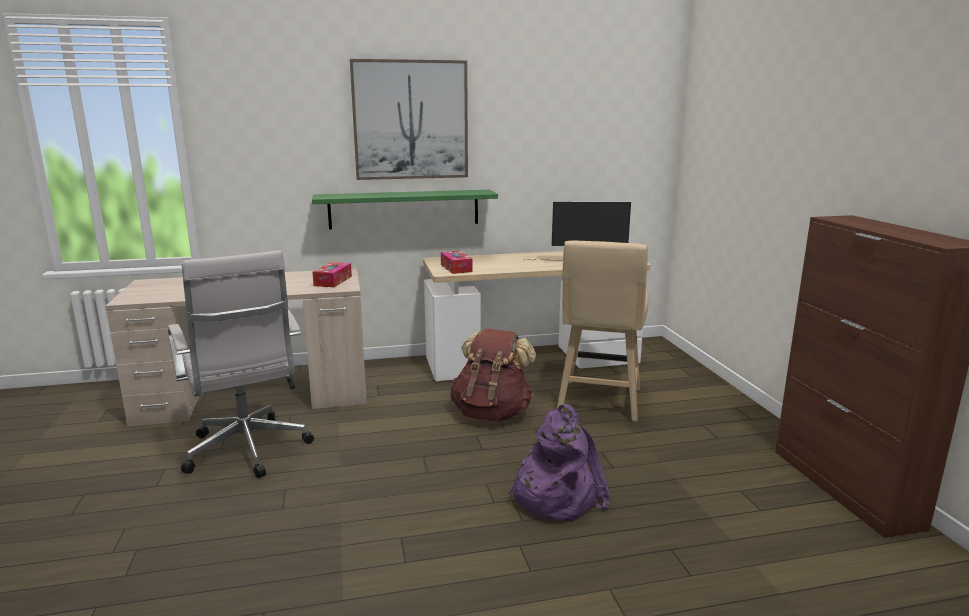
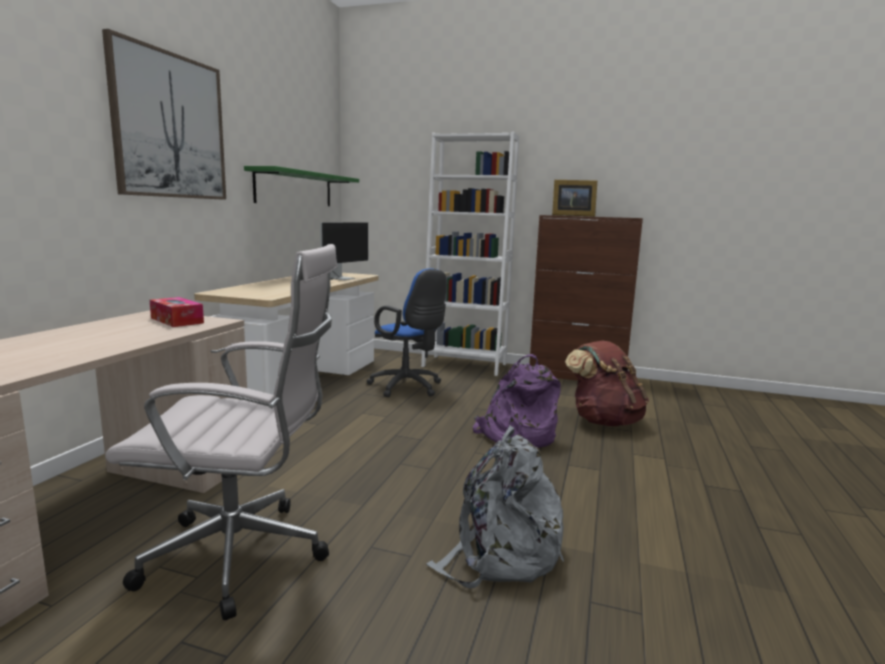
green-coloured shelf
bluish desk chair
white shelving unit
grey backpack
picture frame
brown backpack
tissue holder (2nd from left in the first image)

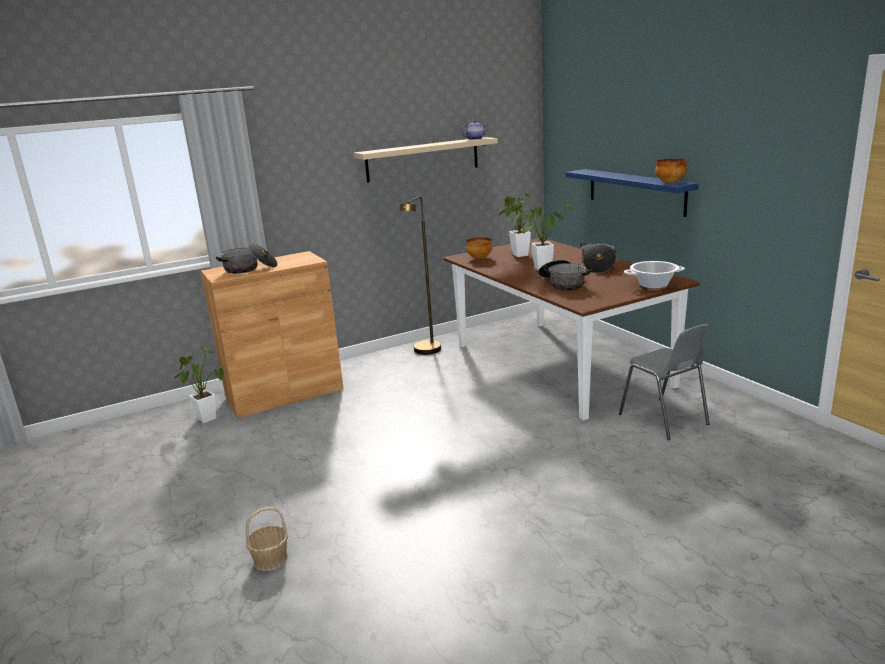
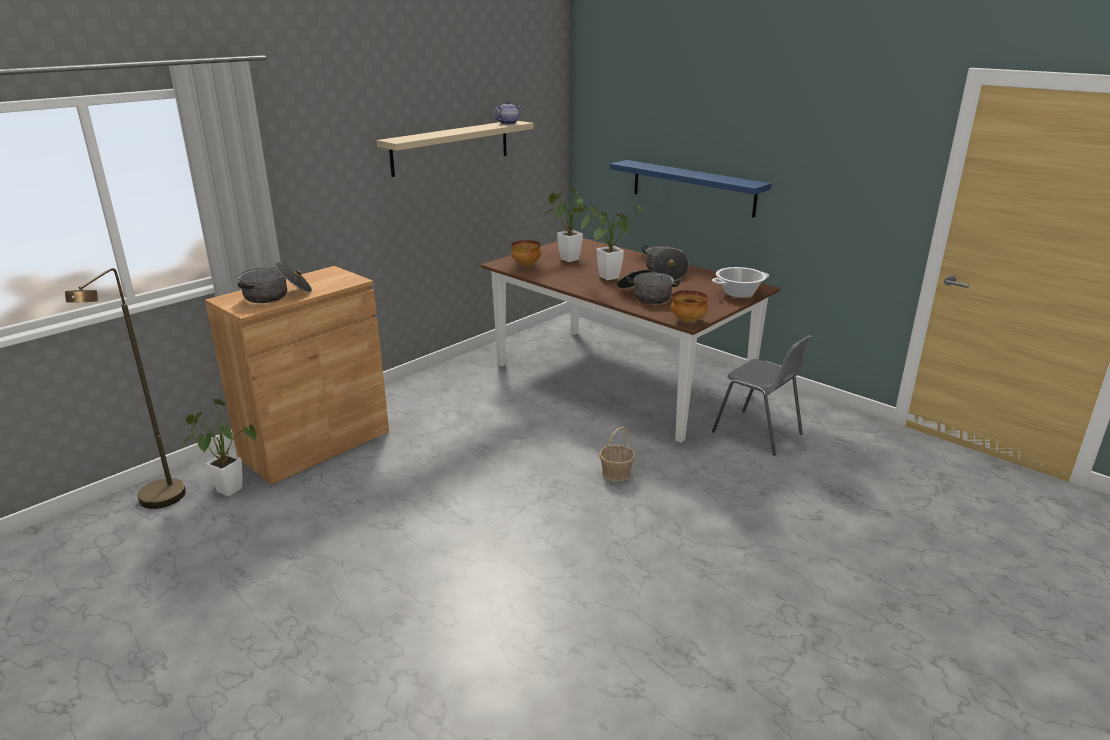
brown floor lamp
household basket
serving bowl (2nd from left)

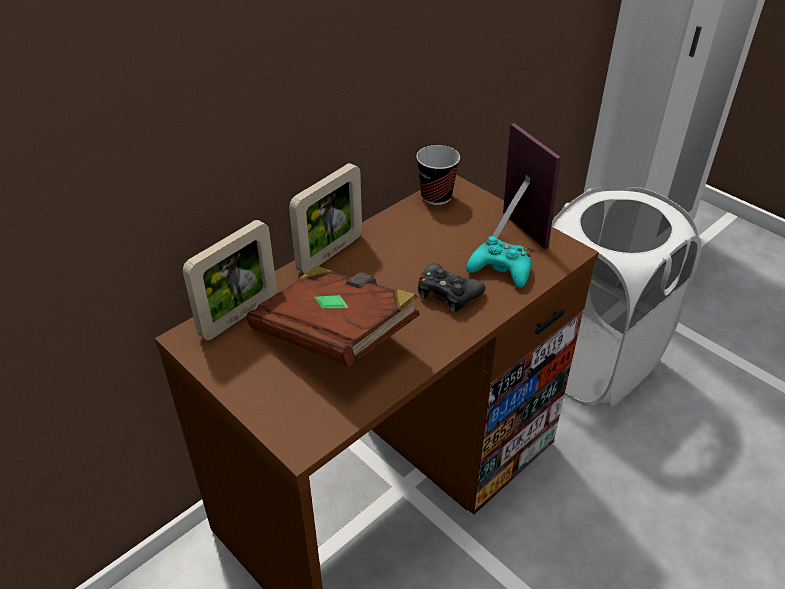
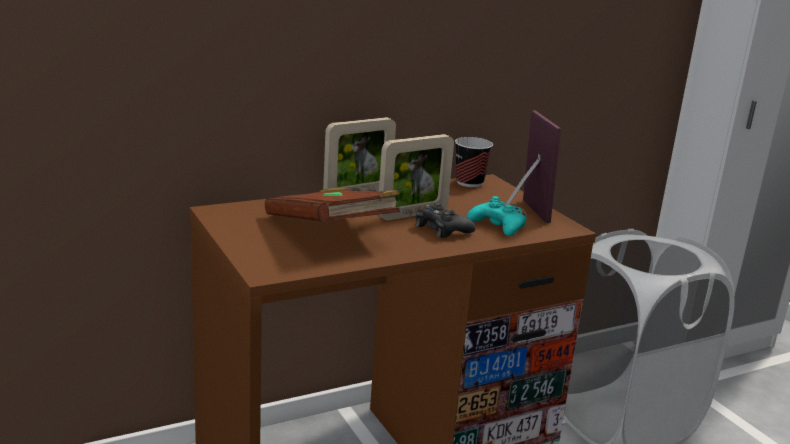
picture frame (2nd from left)

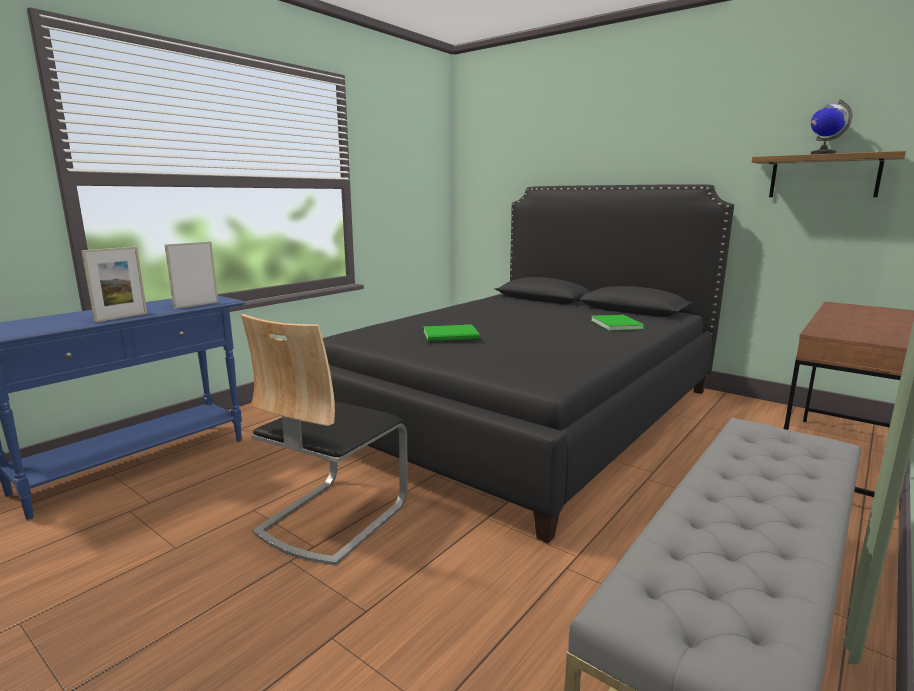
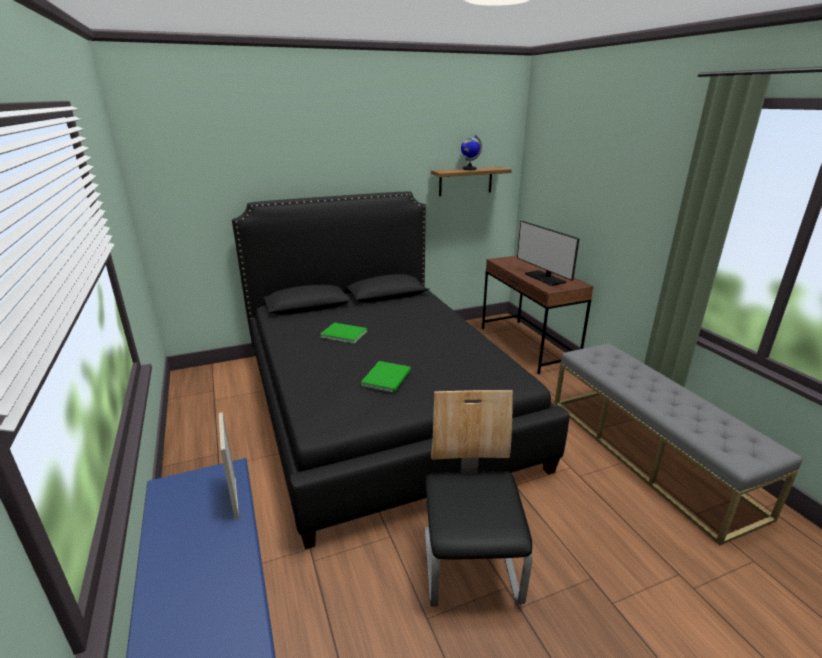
green-coloured volume (1st from left)
chair
monitor
picture frame (1st from left in the first image)

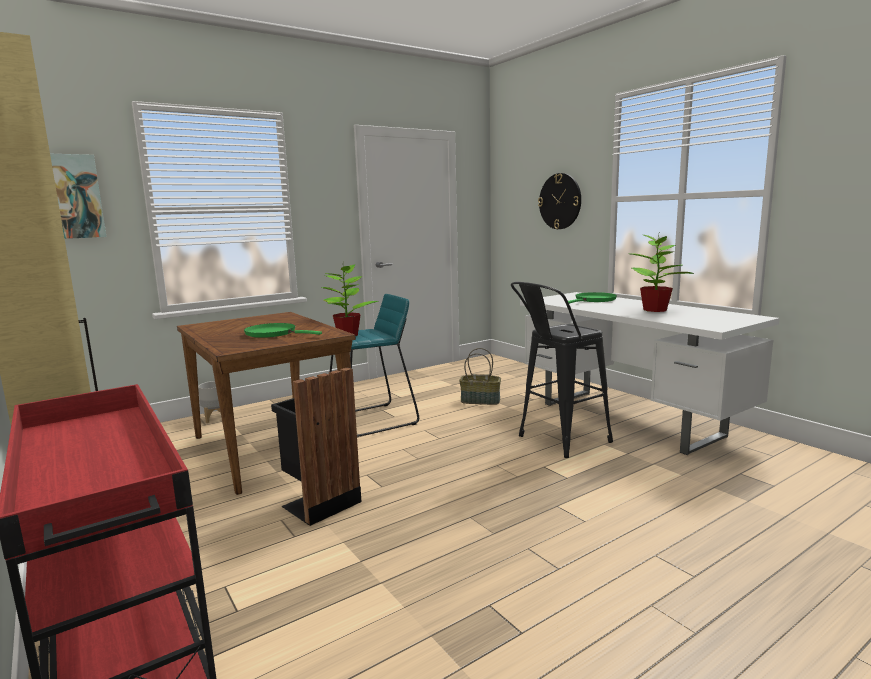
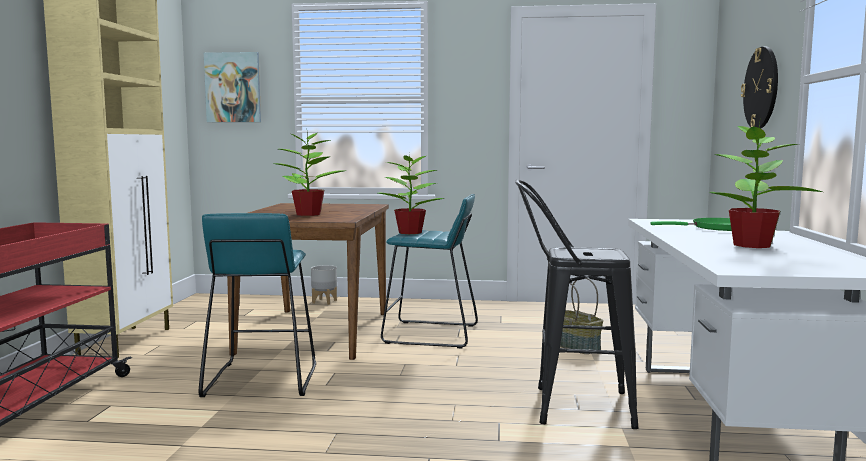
blue-green stool seat (1st from left)
houseplant (1st from left)

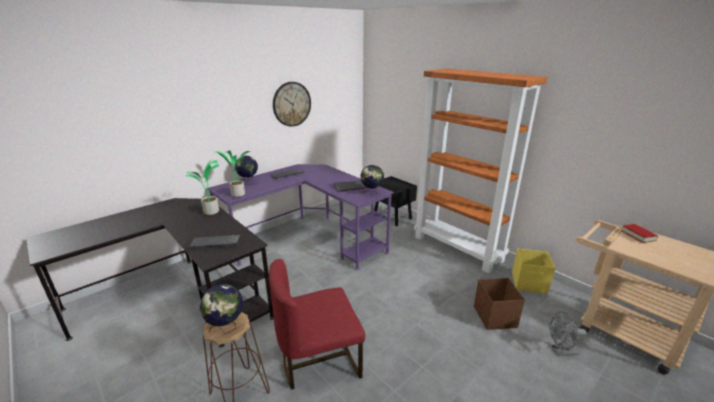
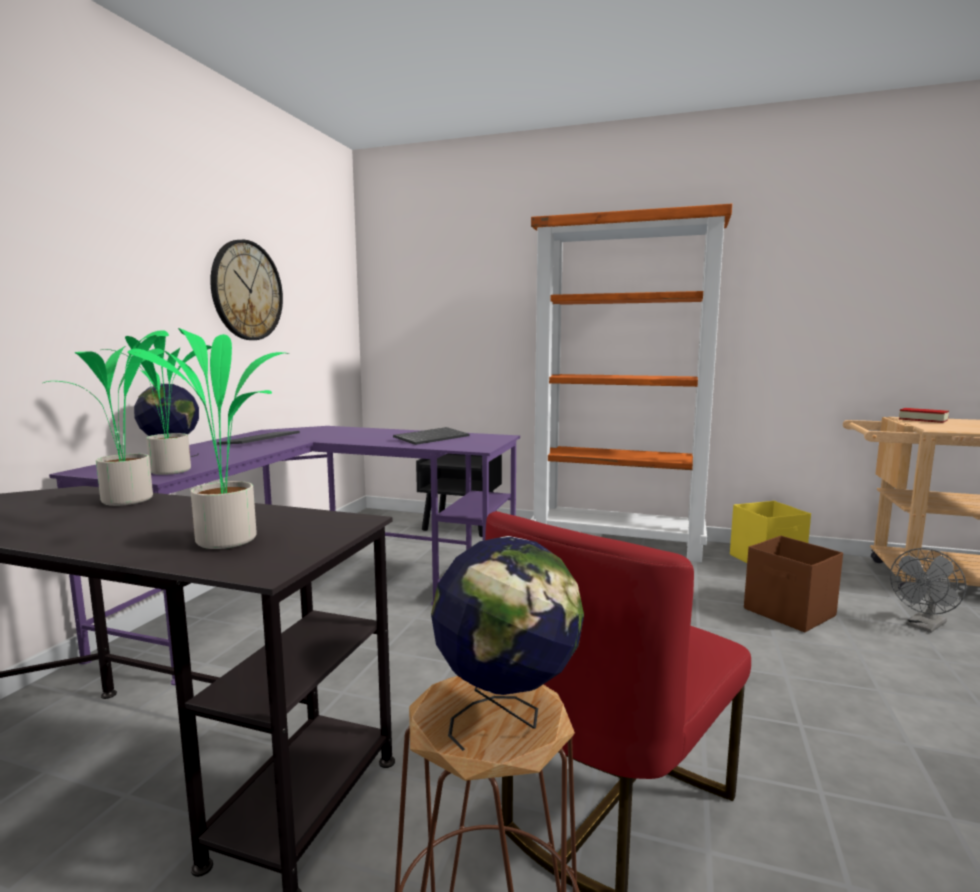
houseplant (3rd from left)
globe (3rd from left in the first image)

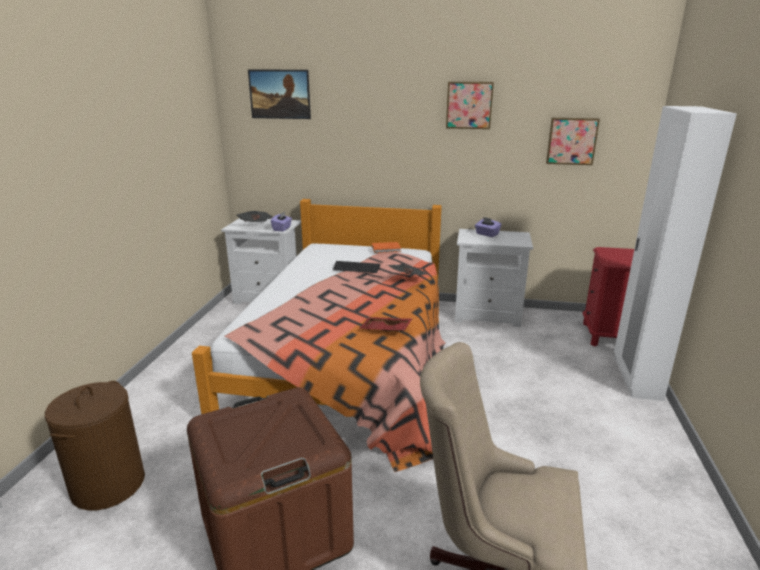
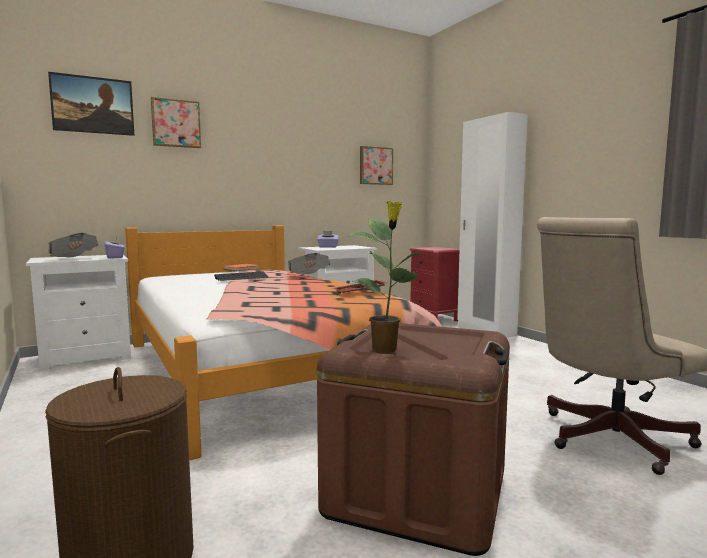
picture (2nd from left)
houseplant

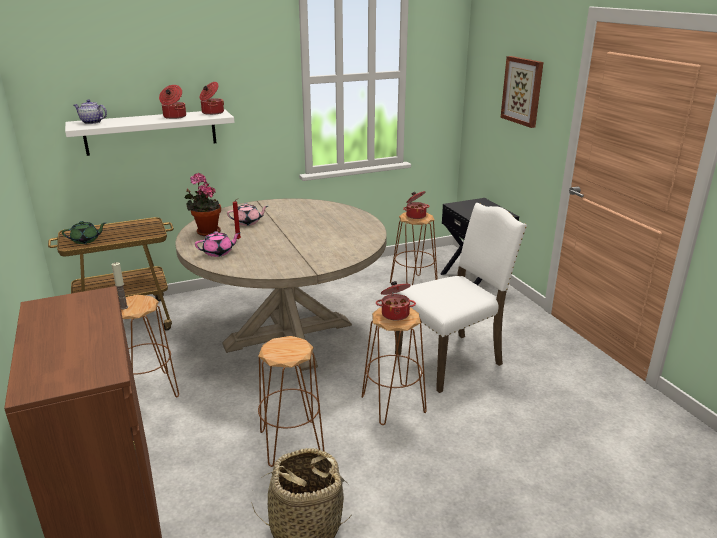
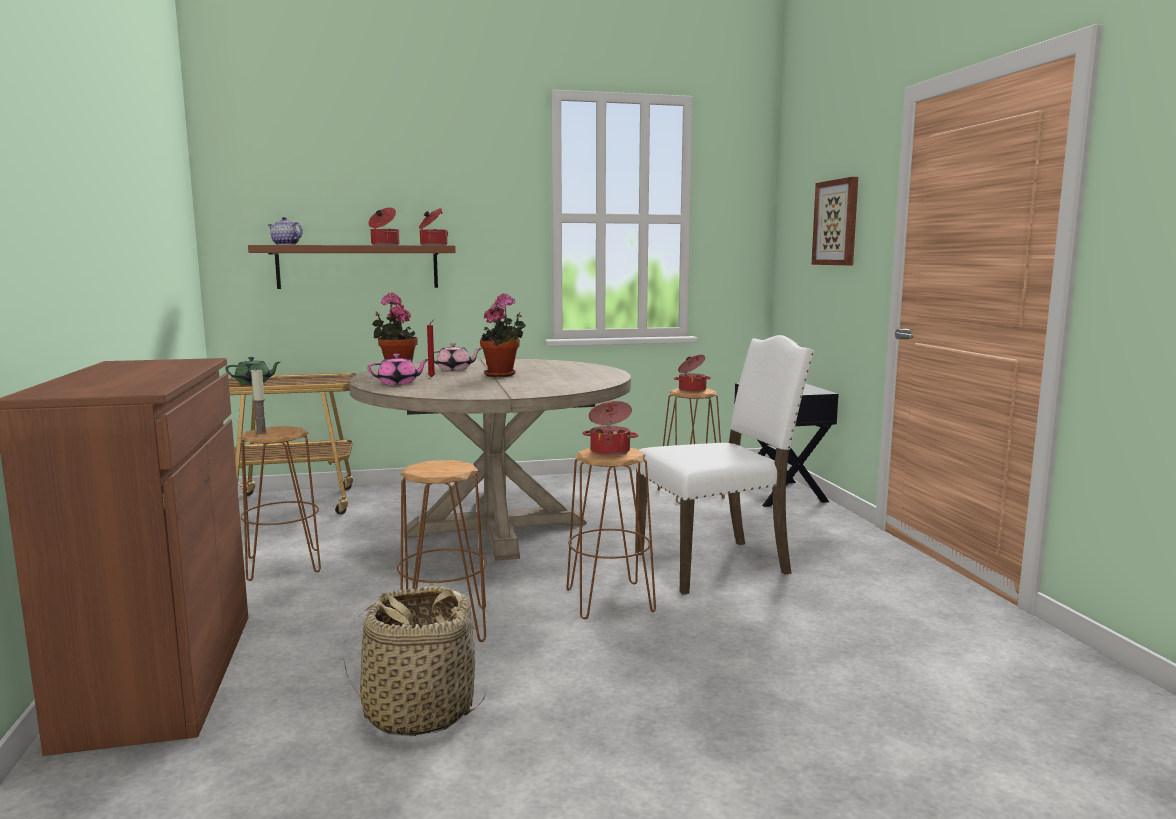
brown shelf
houseplant (2nd from left)

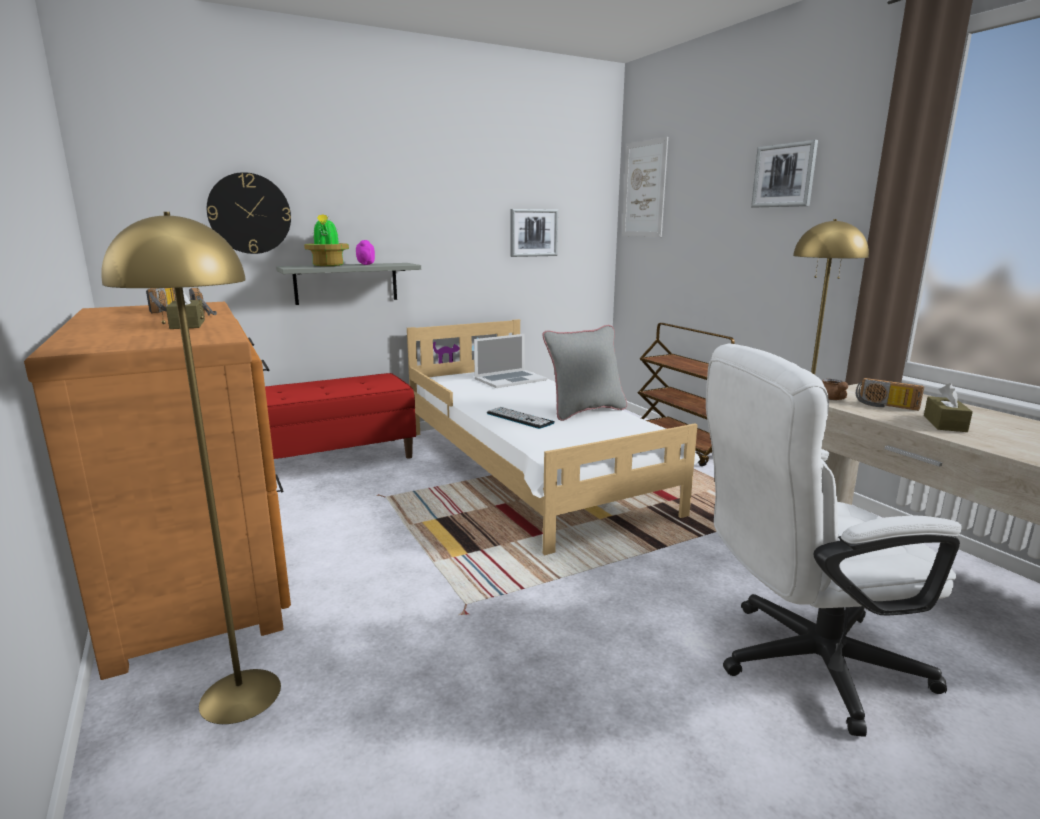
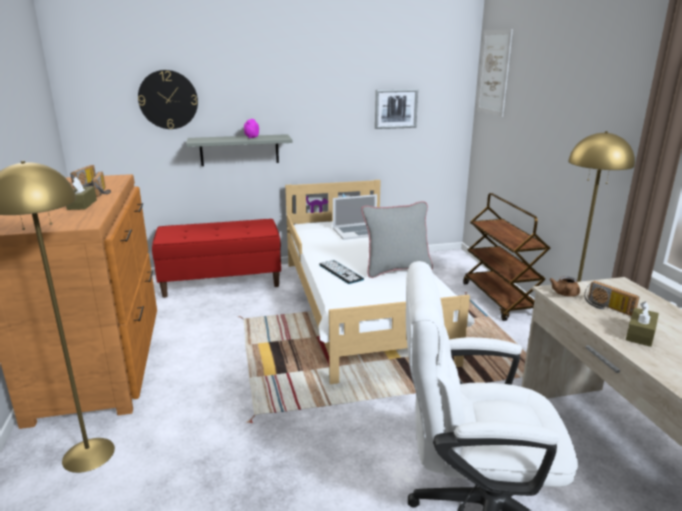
houseplant
picture (3rd from left in the first image)

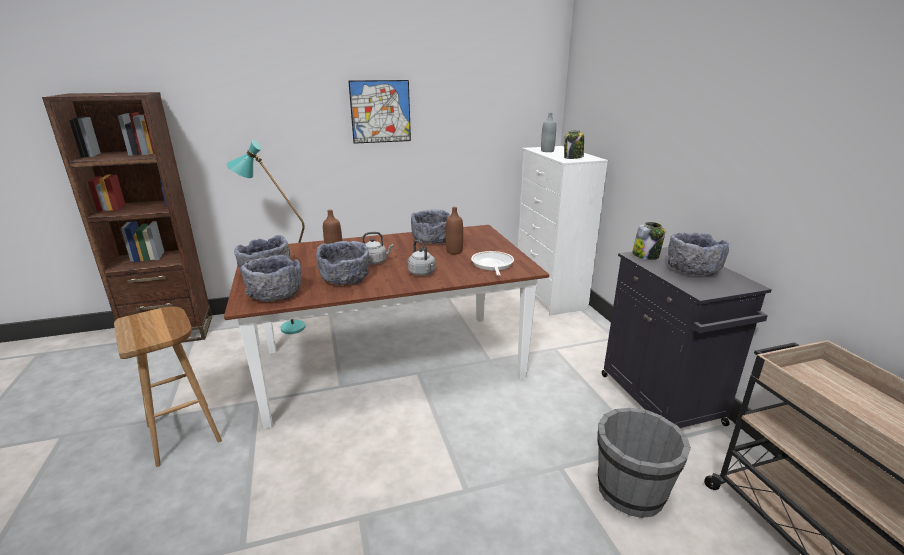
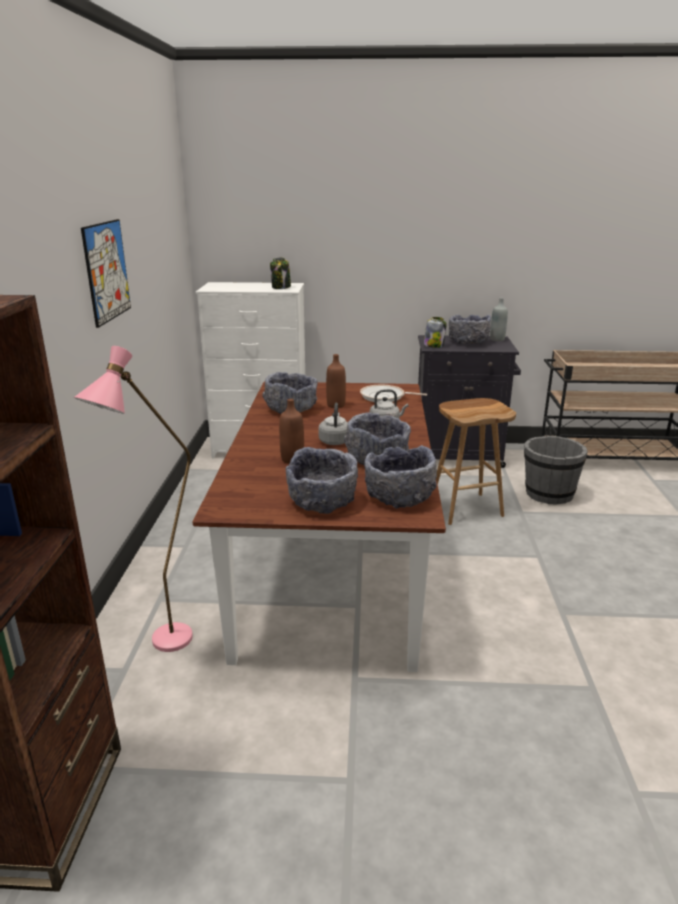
pink floor lamp
brown stool seat
grey beverage bottle

